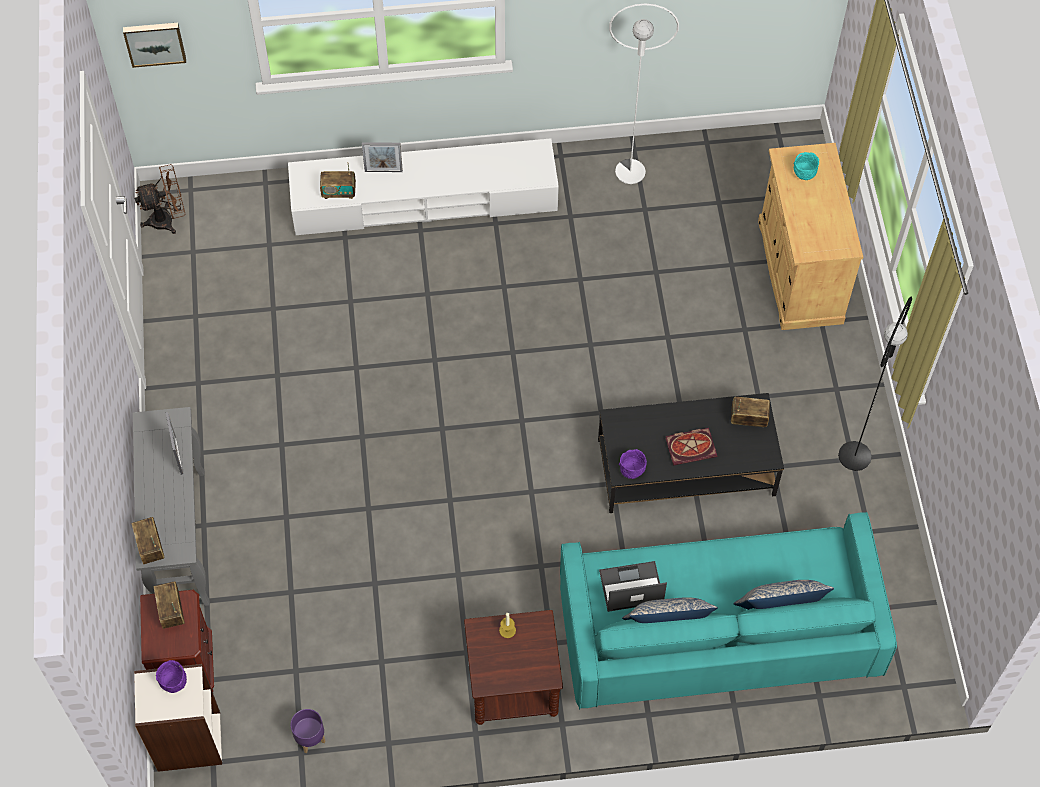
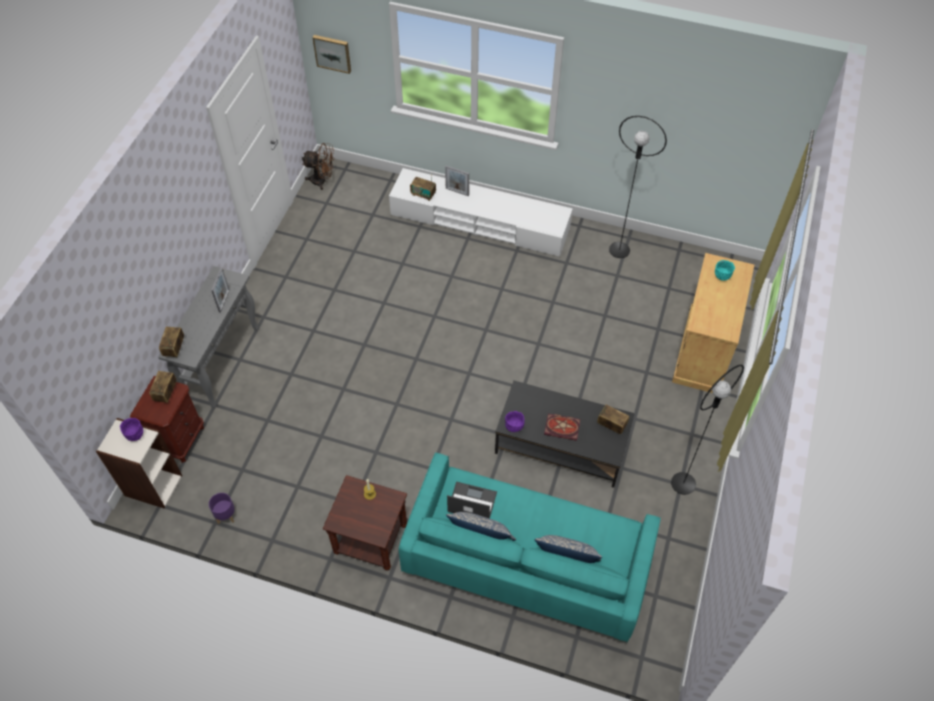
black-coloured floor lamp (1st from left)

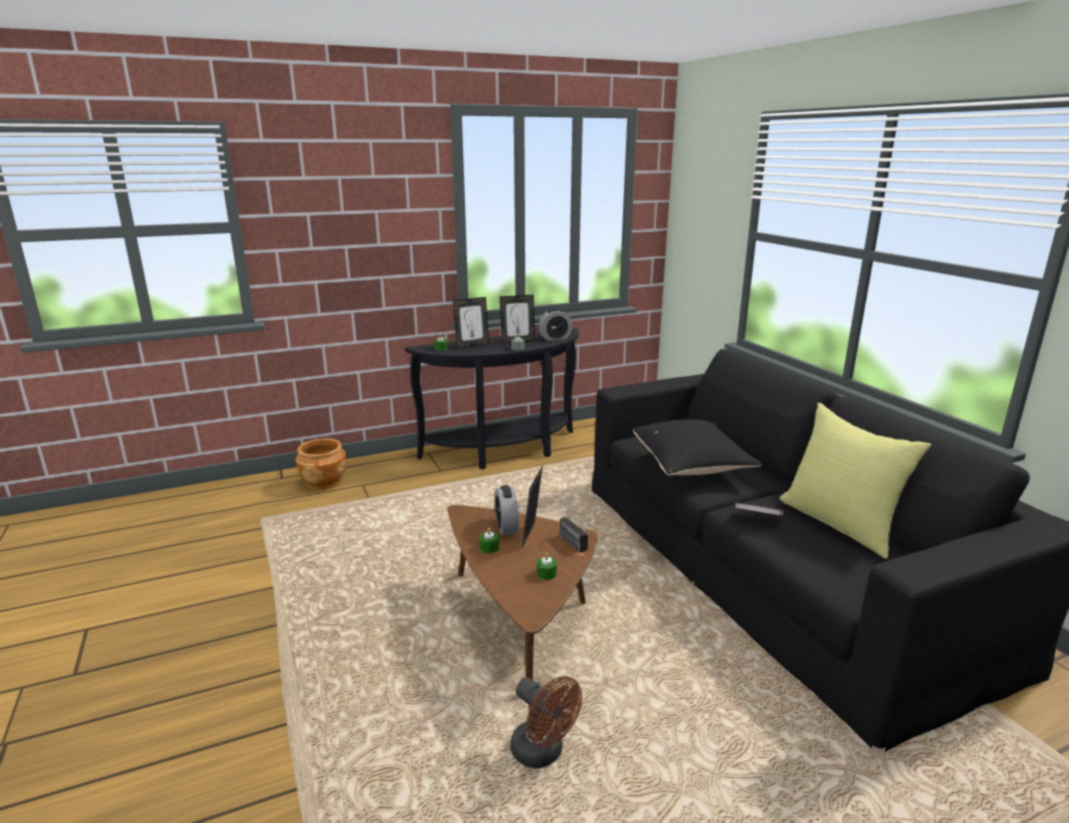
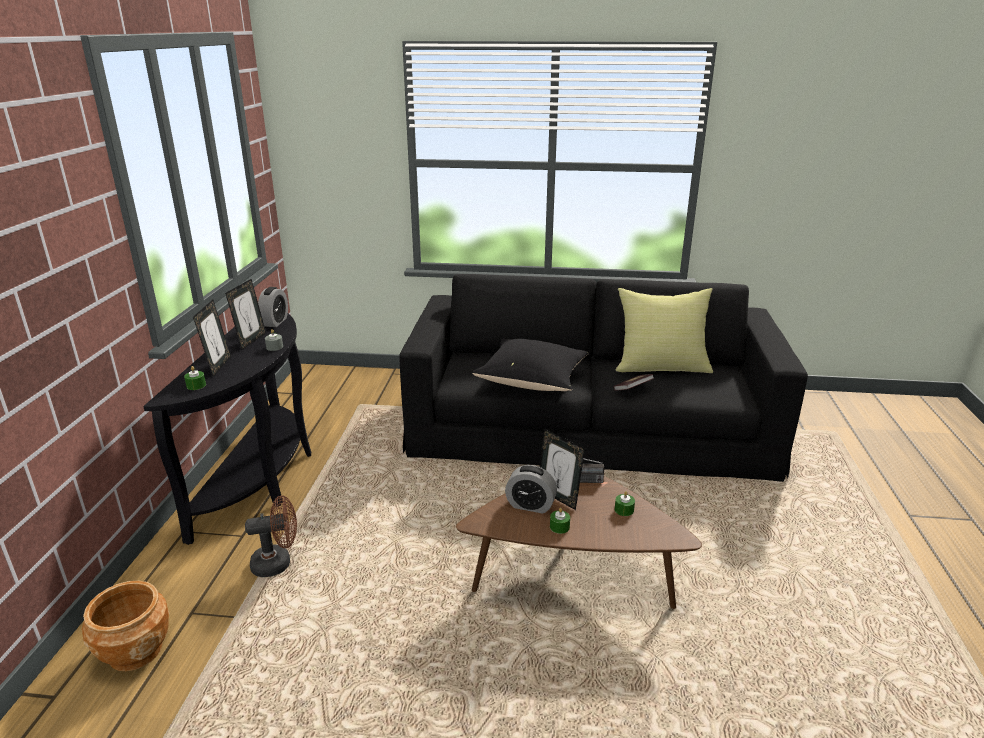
brown fan

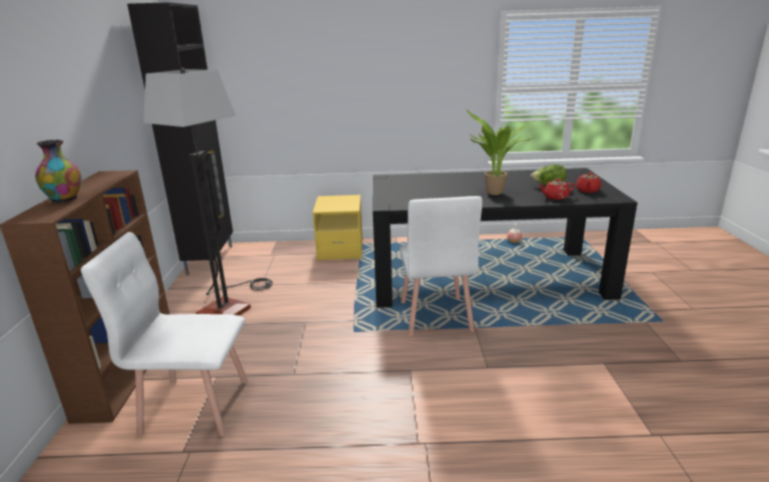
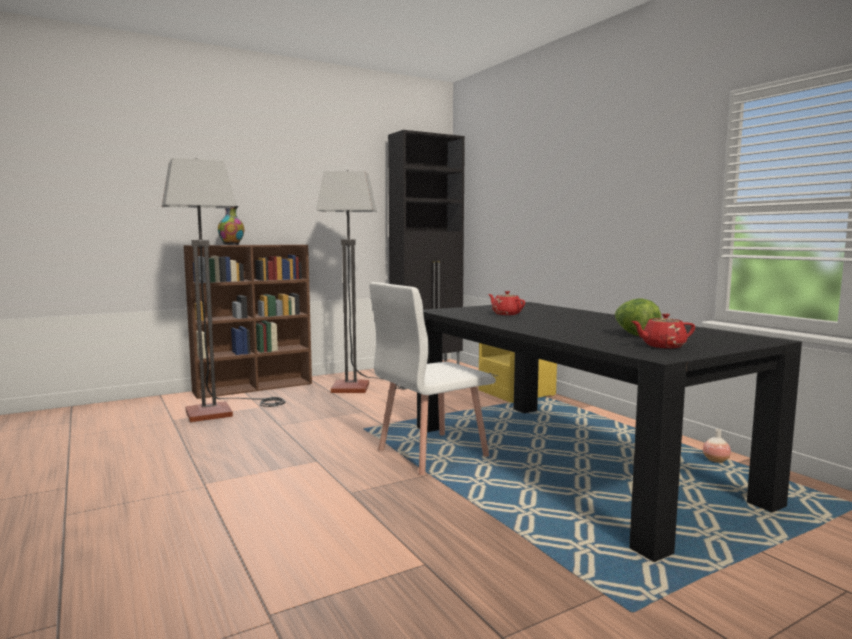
floor lamp (1st from left)
red-coloured teapot (1st from left)
houseplant

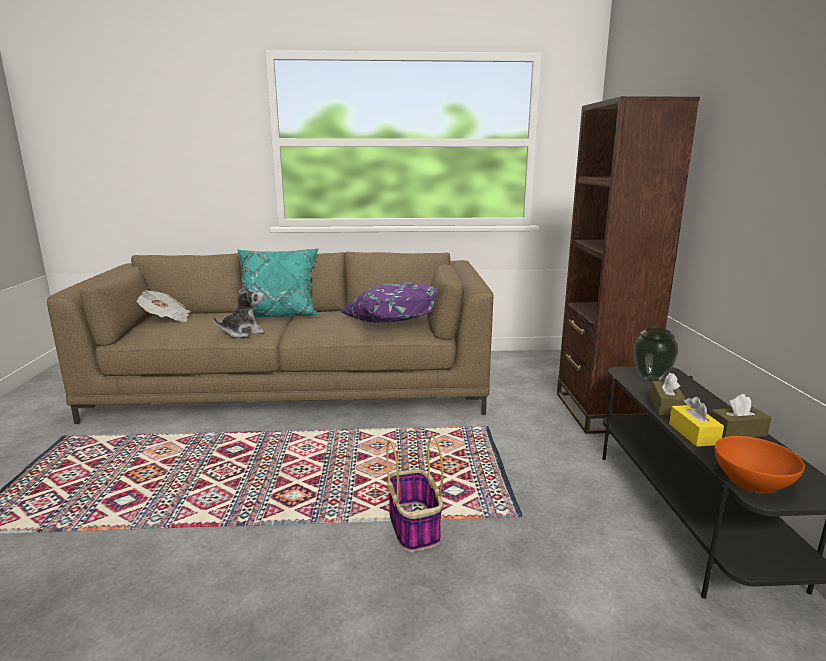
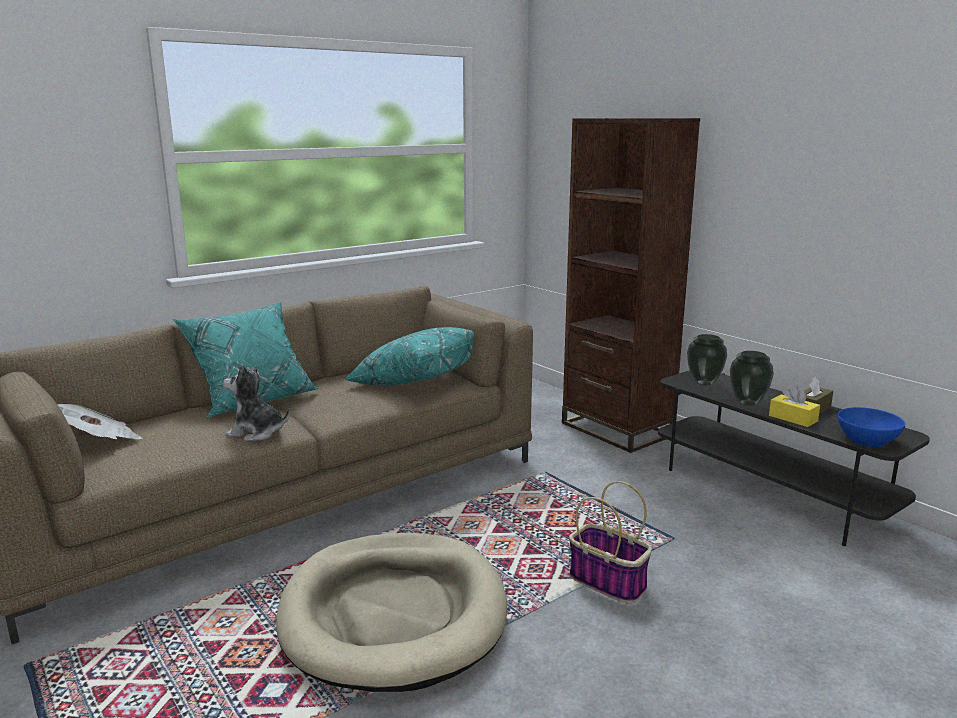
soft toy
beige pet bed
blue-green cushion (2nd from left)
flower vase (2nd from left)
bluish serving bowl

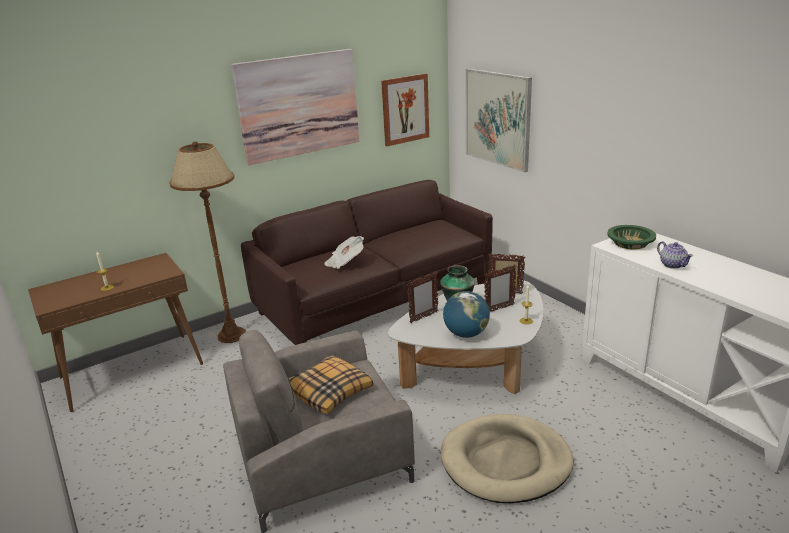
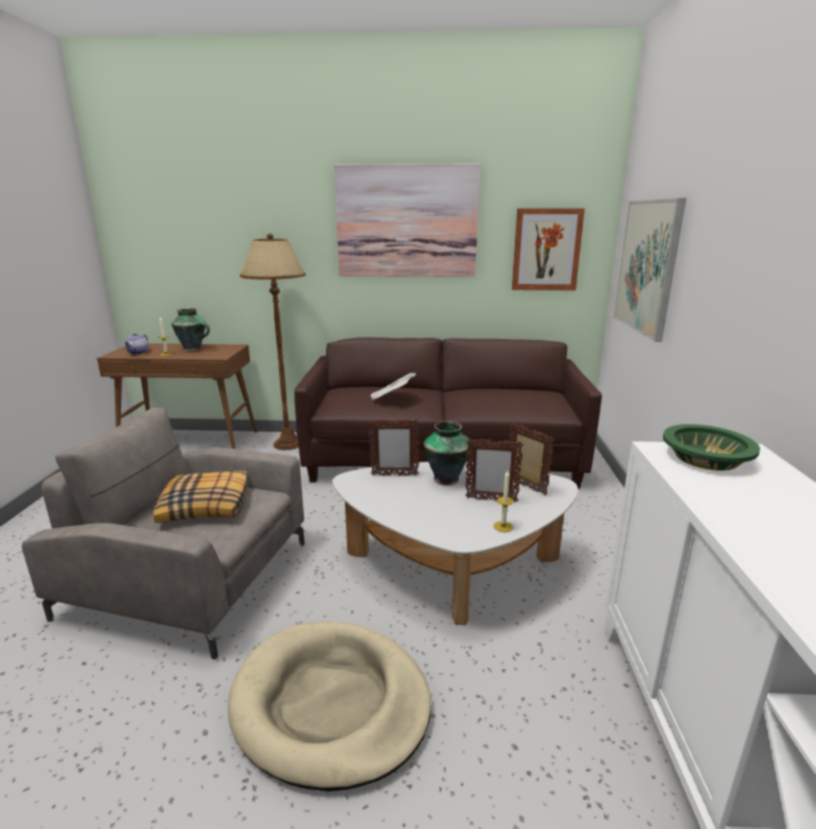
teapot
flower vase (1st from left)
globe

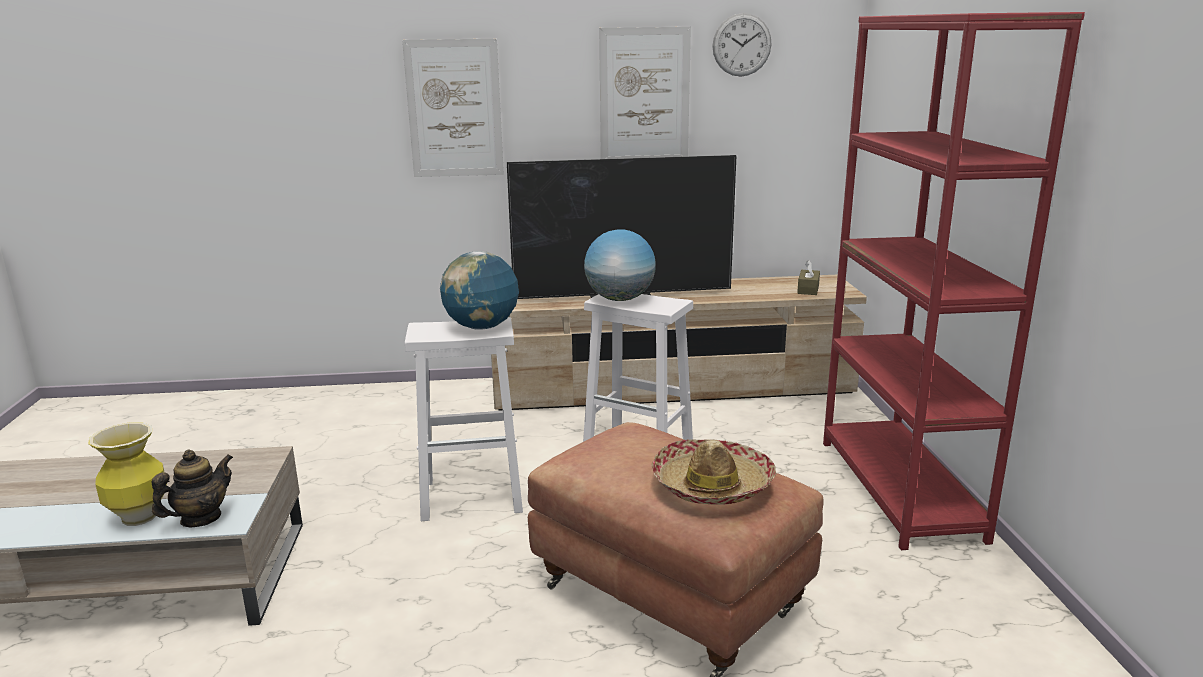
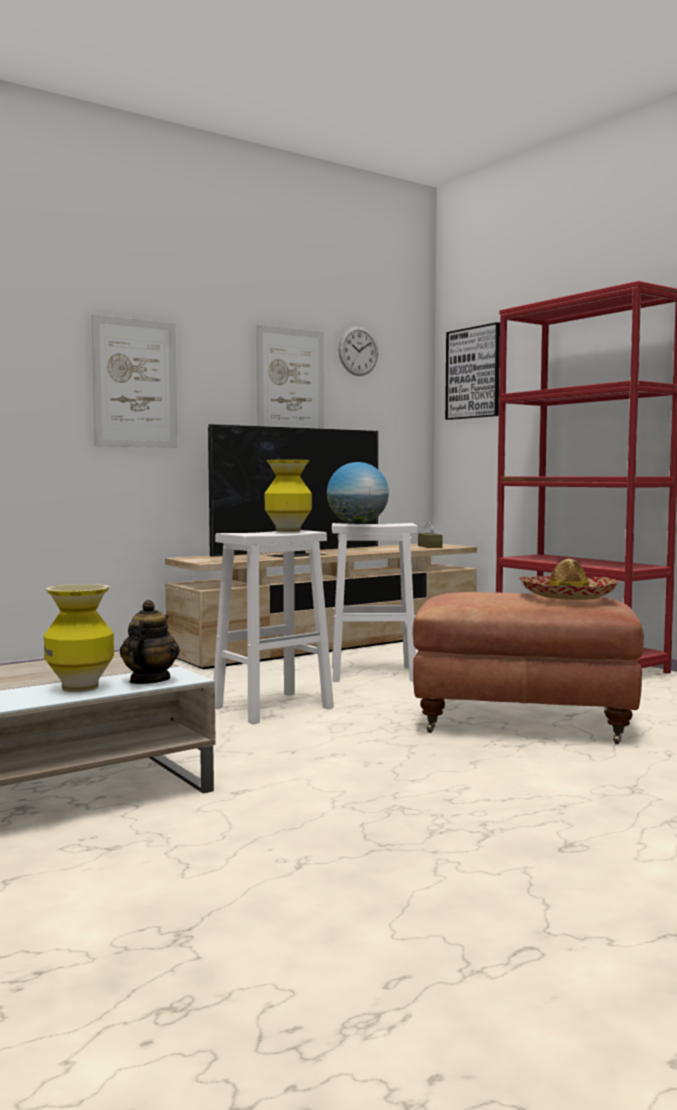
flower vase (2nd from left)
picture (3rd from left)

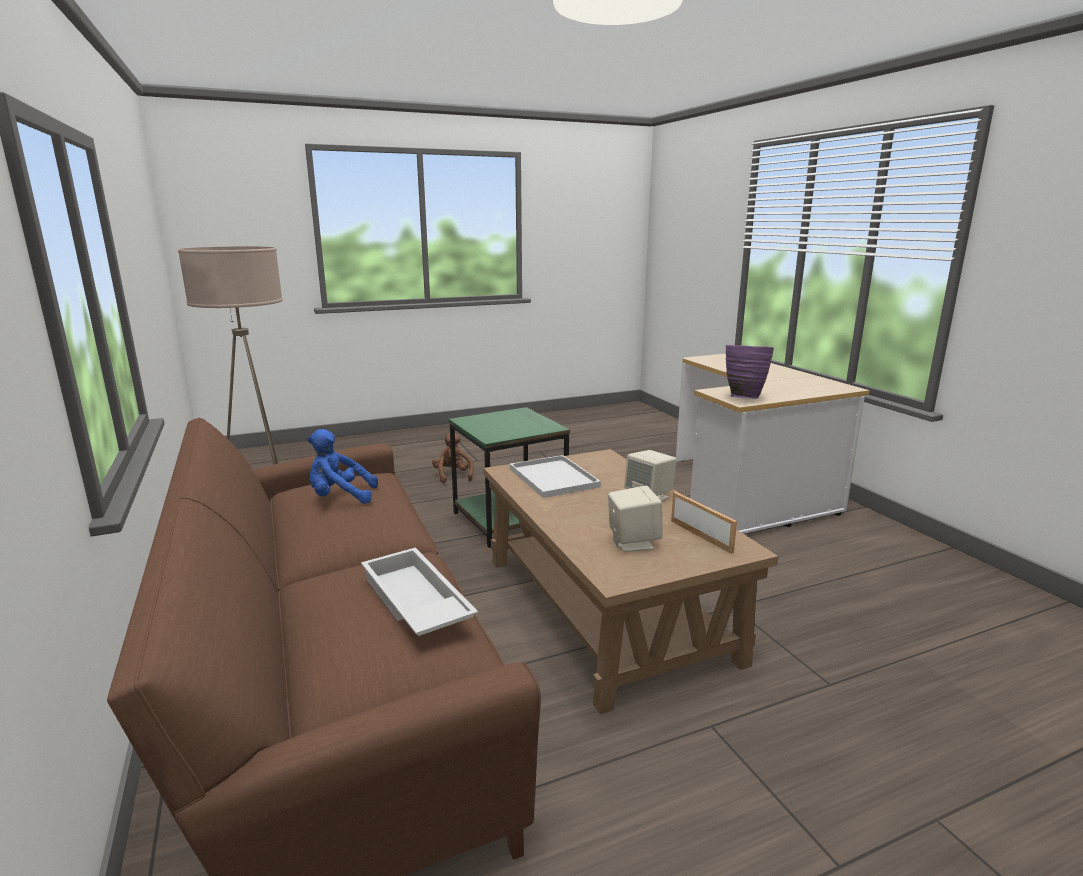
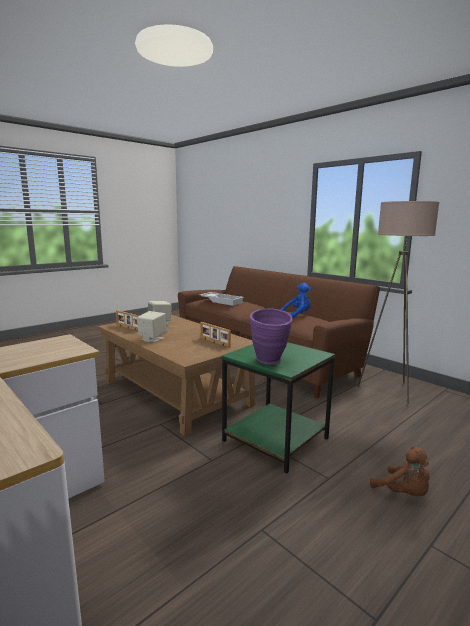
picture frame (2nd from left)
purplish flower vase

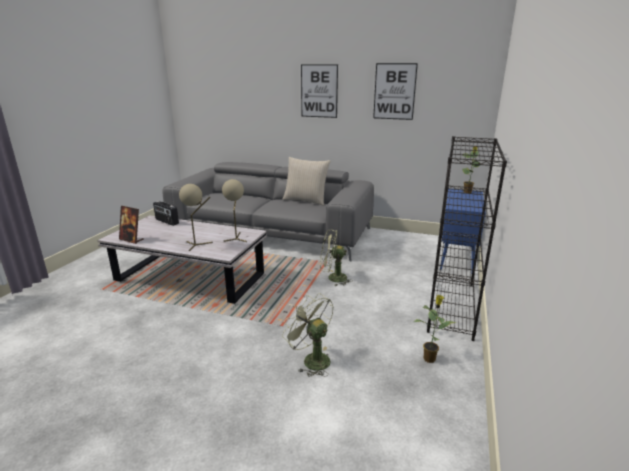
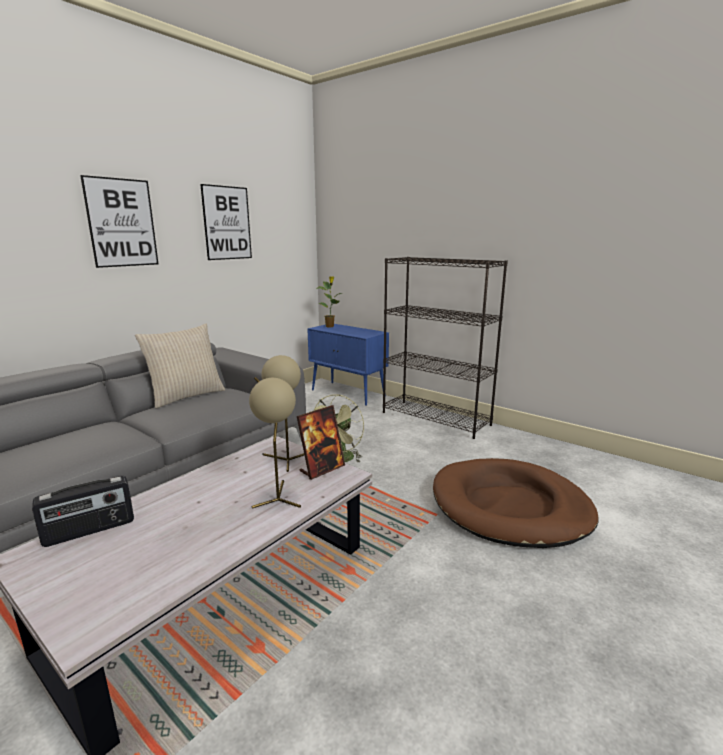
picture frame
brown pet bed
houseplant (1st from left in the first image)

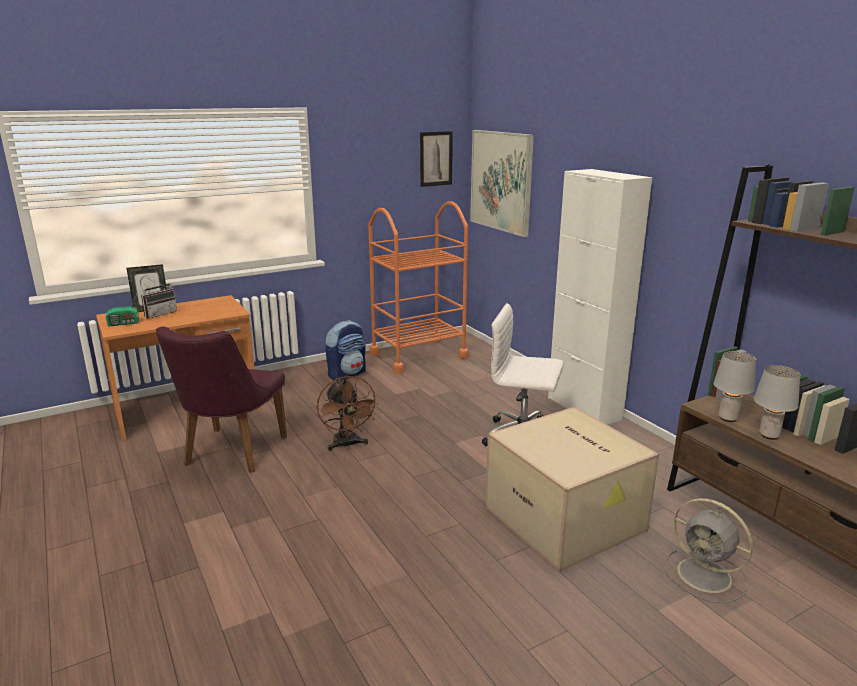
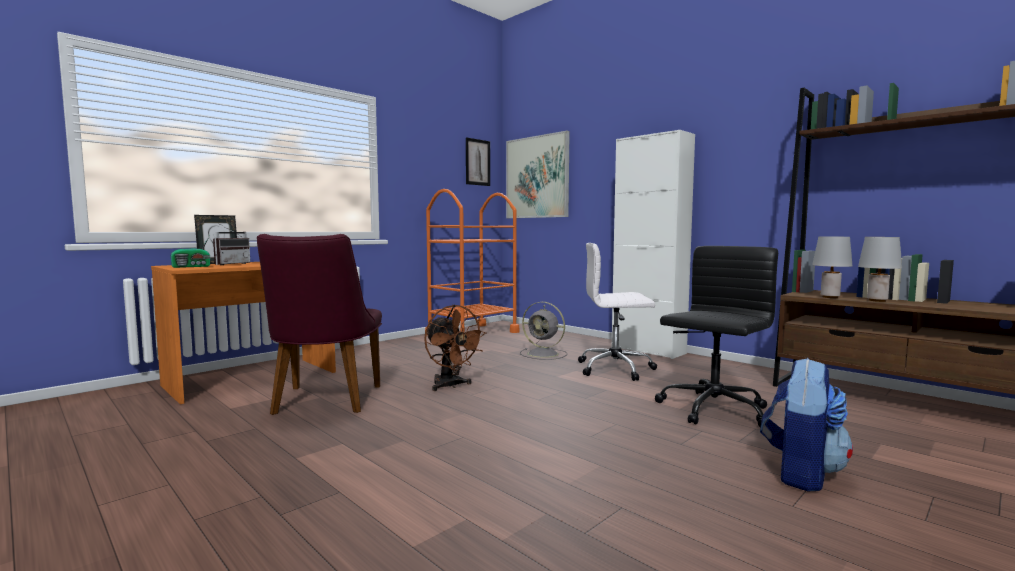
grey fan
black-coloured desk chair
backpack

